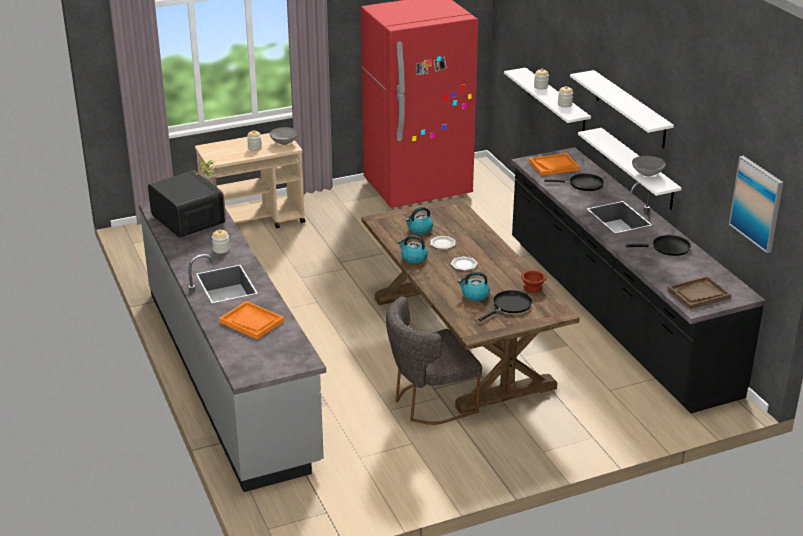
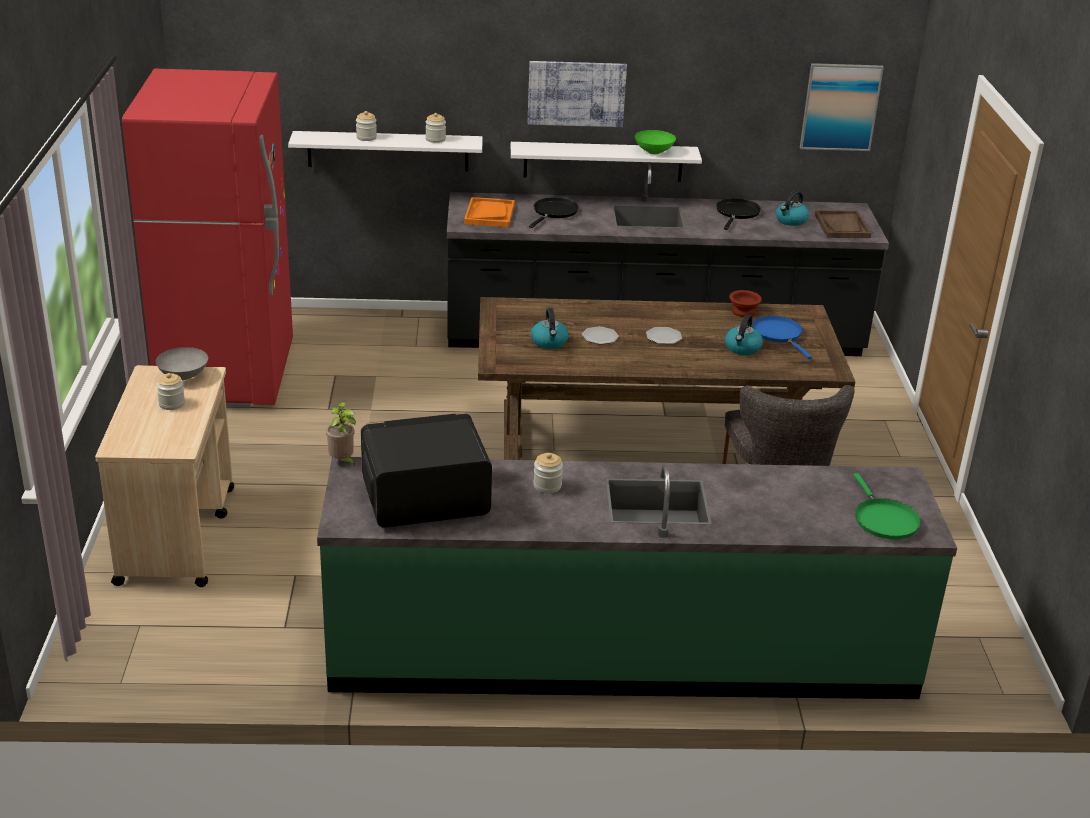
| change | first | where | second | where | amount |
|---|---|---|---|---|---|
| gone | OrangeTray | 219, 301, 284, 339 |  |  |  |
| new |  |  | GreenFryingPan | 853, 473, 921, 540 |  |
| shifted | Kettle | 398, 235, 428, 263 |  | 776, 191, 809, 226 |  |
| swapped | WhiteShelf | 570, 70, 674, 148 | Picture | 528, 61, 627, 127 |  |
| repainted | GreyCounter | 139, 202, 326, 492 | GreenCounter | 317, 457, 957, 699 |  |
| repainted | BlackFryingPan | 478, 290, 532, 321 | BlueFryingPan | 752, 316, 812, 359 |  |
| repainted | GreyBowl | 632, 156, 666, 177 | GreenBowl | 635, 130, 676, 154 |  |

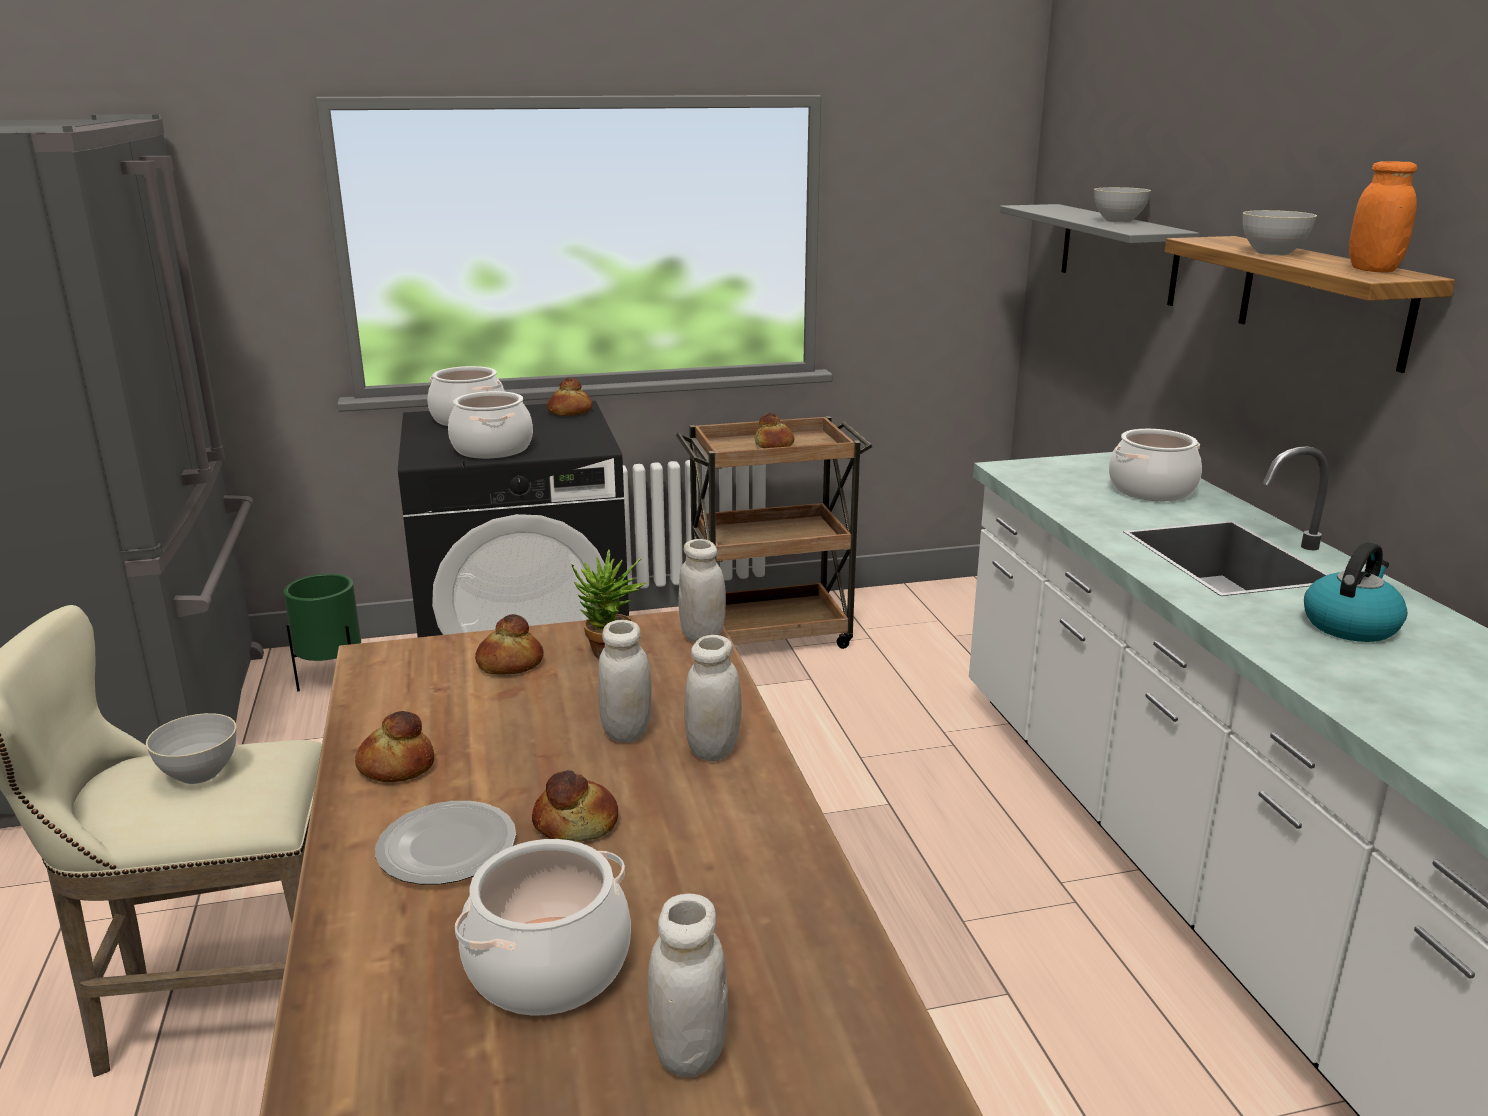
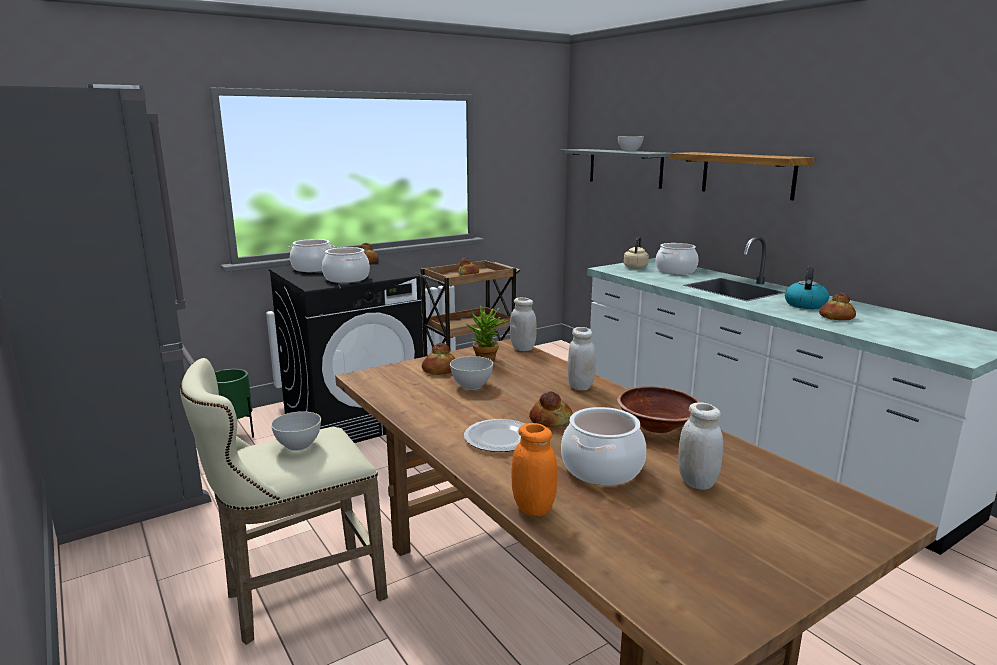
| change | first | where | second | where | amount |
|---|---|---|---|---|---|
| gone | WhiteJar | 598, 620, 652, 742 |  |  |  |
| new |  |  | BrownBowl | 617, 386, 700, 433 |  |
| new |  |  | BeigeKettle | 623, 237, 649, 269 |  |
| shifted | Bread | 355, 711, 434, 782 |  | 819, 293, 856, 320 |  |
| shifted | GreyBowl | 1243, 210, 1317, 255 |  | 450, 356, 493, 390 |  |
| shifted | OrangeJar | 1349, 161, 1417, 272 |  | 512, 423, 557, 516 |  |

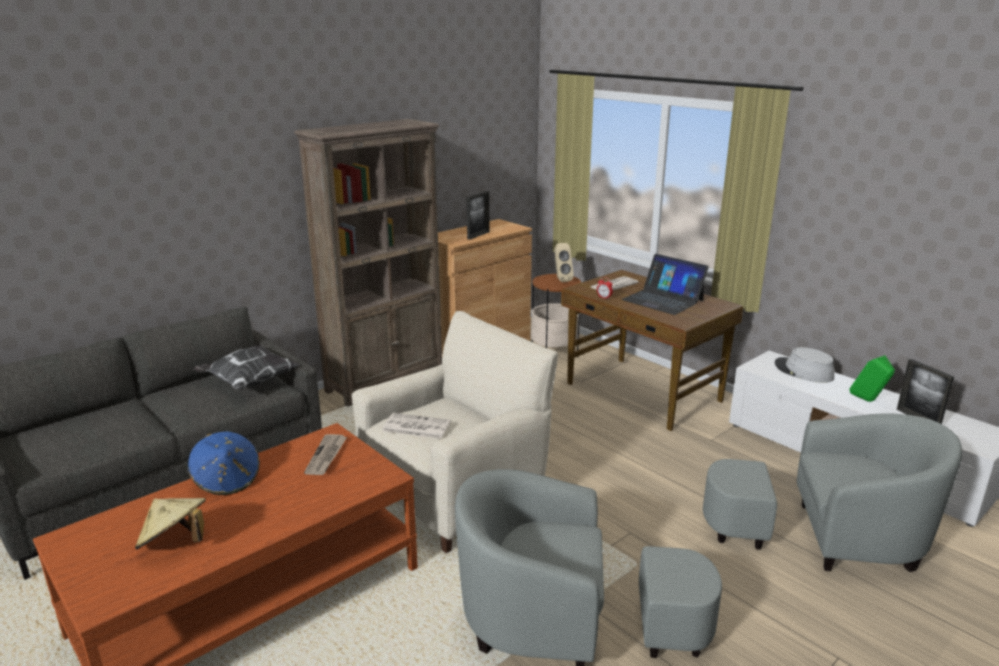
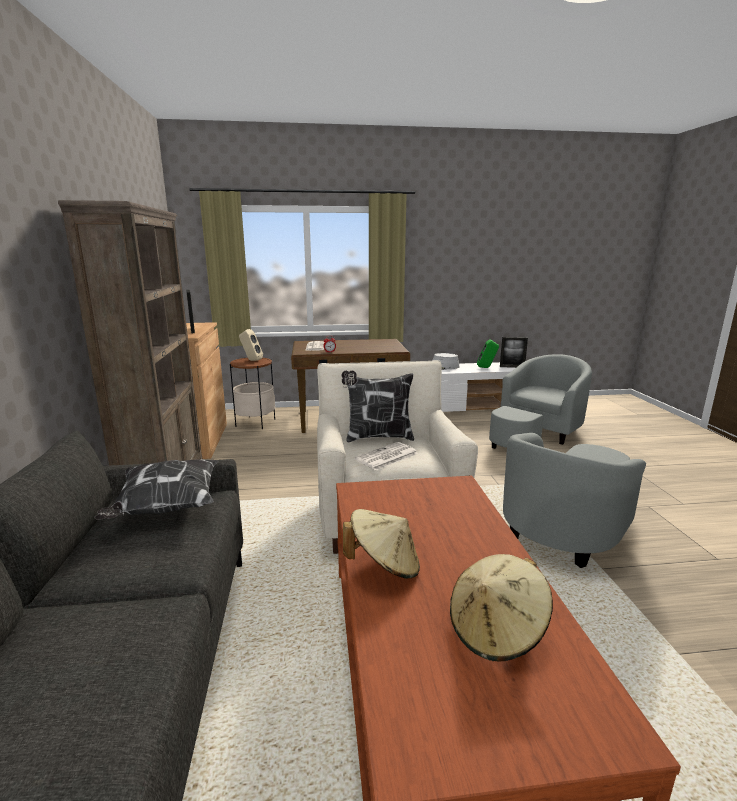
| change | first | where | second | where | amount |
|---|---|---|---|---|---|
| gone | Newspaper | 304, 434, 347, 475 |  |  |  |
| gone | Laptop | 622, 254, 709, 315 |  |  |  |
| new |  |  | Pillow | 342, 370, 414, 443 |  |
| repainted | BlueHat | 188, 431, 260, 495 | BeigeHat | 343, 509, 420, 579 |  |

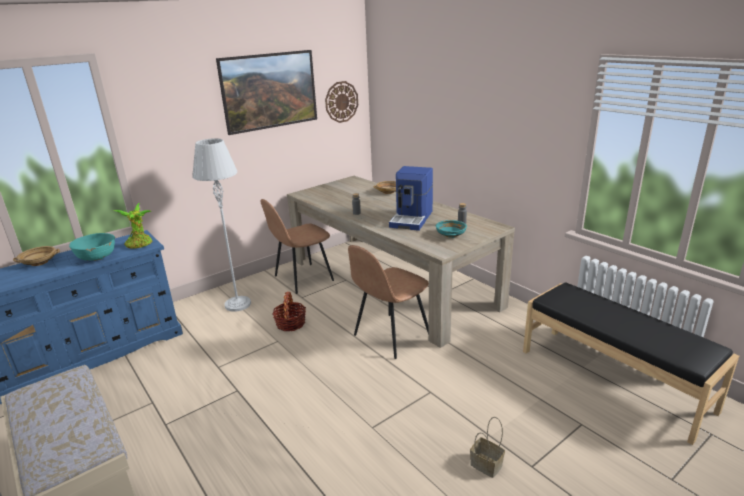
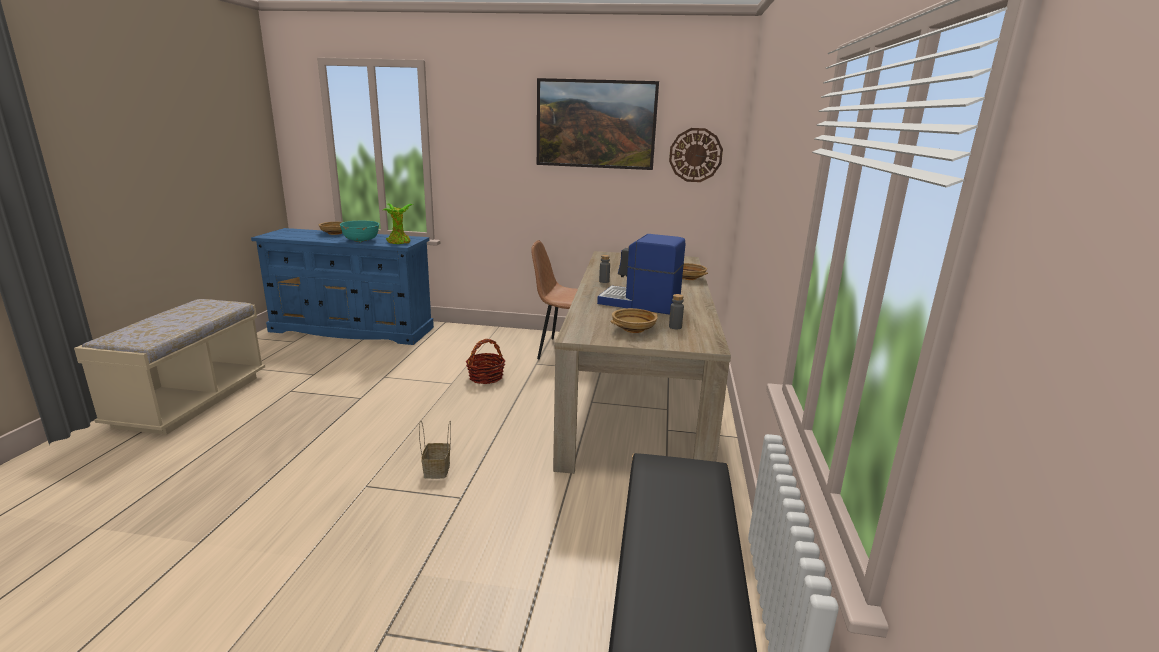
| change | first | where | second | where | amount |
|---|---|---|---|---|---|
| gone | GreyFloorLamp | 192, 138, 251, 312 |  |  |  |
| gone | BrownChair | 348, 245, 429, 359 |  |  |  |
| shifted | Basket | 470, 417, 505, 478 |  | 419, 421, 451, 479 |  |
| repainted | TurquoiseBowl | 436, 220, 467, 238 | BeigeBowl | 611, 308, 658, 333 |  |
| rotated | CoffeeMachine | 389, 166, 433, 231 |  | 597, 234, 685, 315 | 45 degrees clockwise |

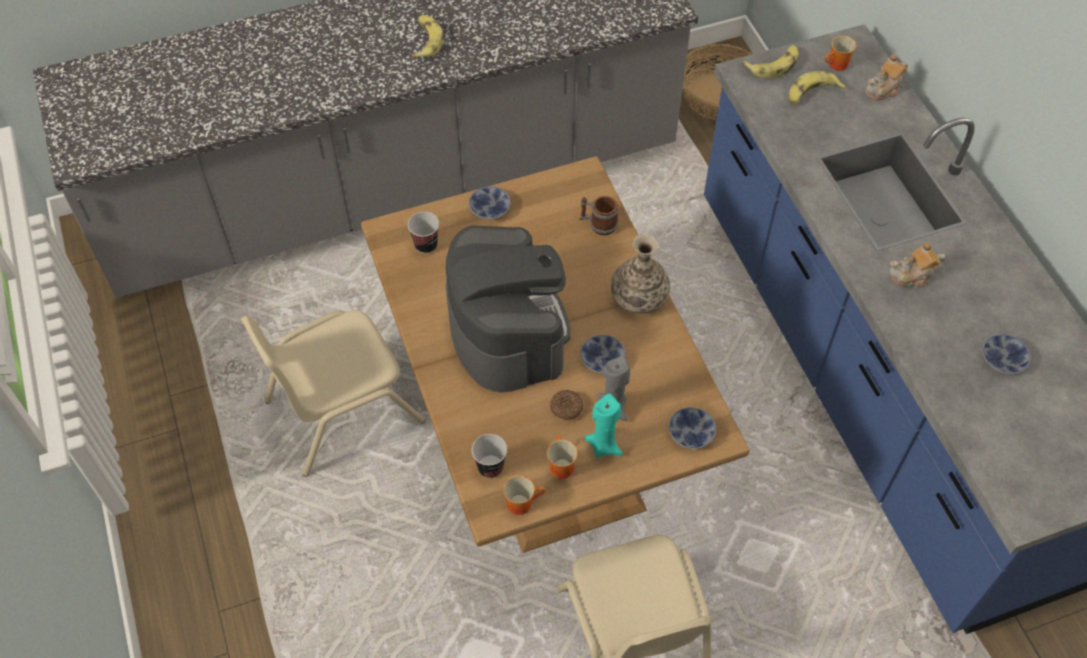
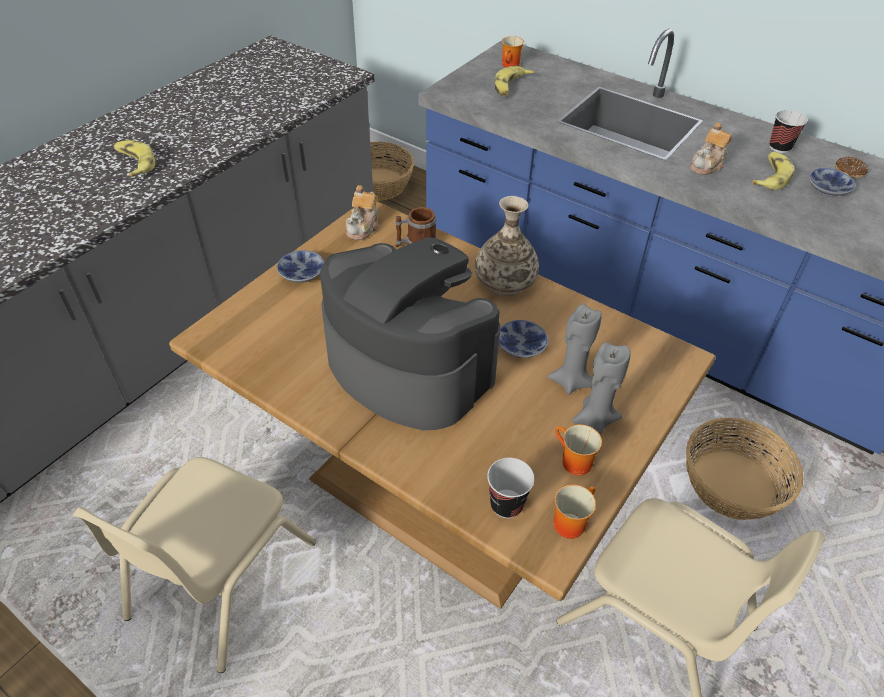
| change | first | where | second | where | amount |
|---|---|---|---|---|---|
| gone | Bowl | 669, 407, 716, 449 |  |  |  |
| new |  |  | Basket | 686, 418, 804, 520 |  |
| shifted | Cup | 408, 212, 439, 254 |  | 769, 110, 807, 153 |  |
| shifted | Donut | 550, 390, 583, 420 |  | 835, 157, 868, 178 |  |
| shifted | Banana | 743, 45, 799, 78 |  | 752, 152, 795, 190 |  |
| shifted | Teapot | 865, 54, 908, 100 |  | 345, 185, 380, 240 |  |
| repainted | TurquoiseCandle | 584, 394, 623, 458 | GreyCandle | 572, 342, 630, 434 |  |

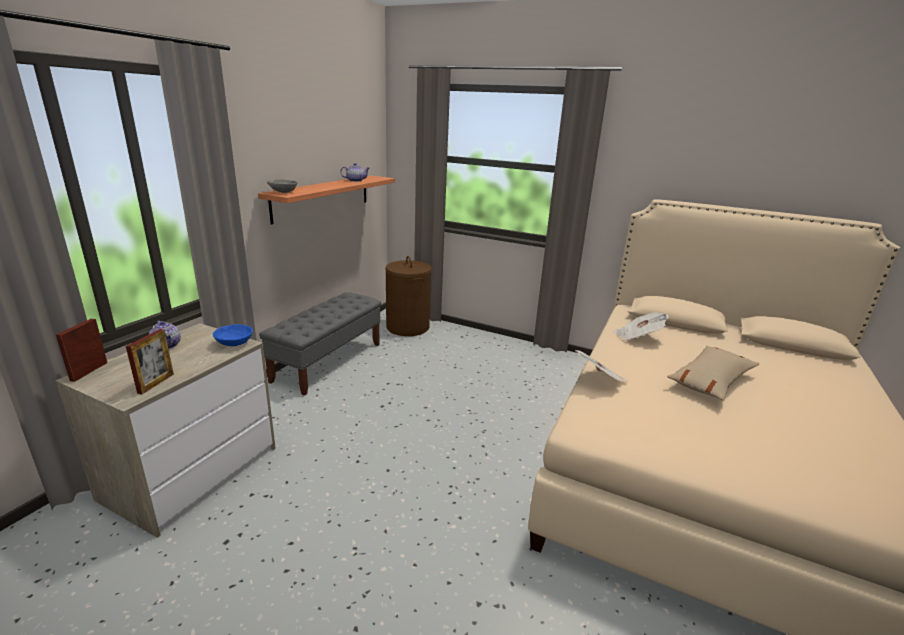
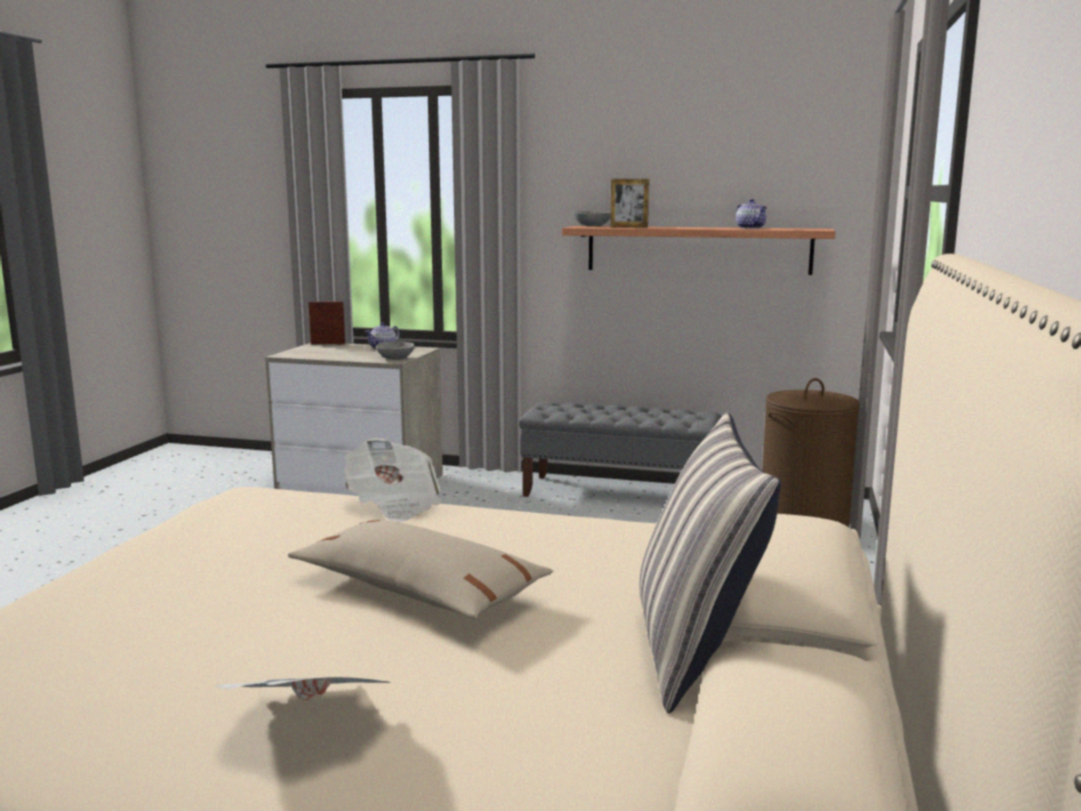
| change | first | where | second | where | amount |
|---|---|---|---|---|---|
| new |  |  | Pillow | 639, 412, 782, 713 |  |
| shifted | PictureFrame | 126, 329, 174, 394 |  | 610, 179, 649, 228 |  |
| shifted | Newspaper | 614, 312, 669, 341 |  | 215, 677, 391, 700 |  |
| repainted | BlueBowl | 213, 324, 253, 346 | GreyBowl | 376, 341, 415, 360 |  |

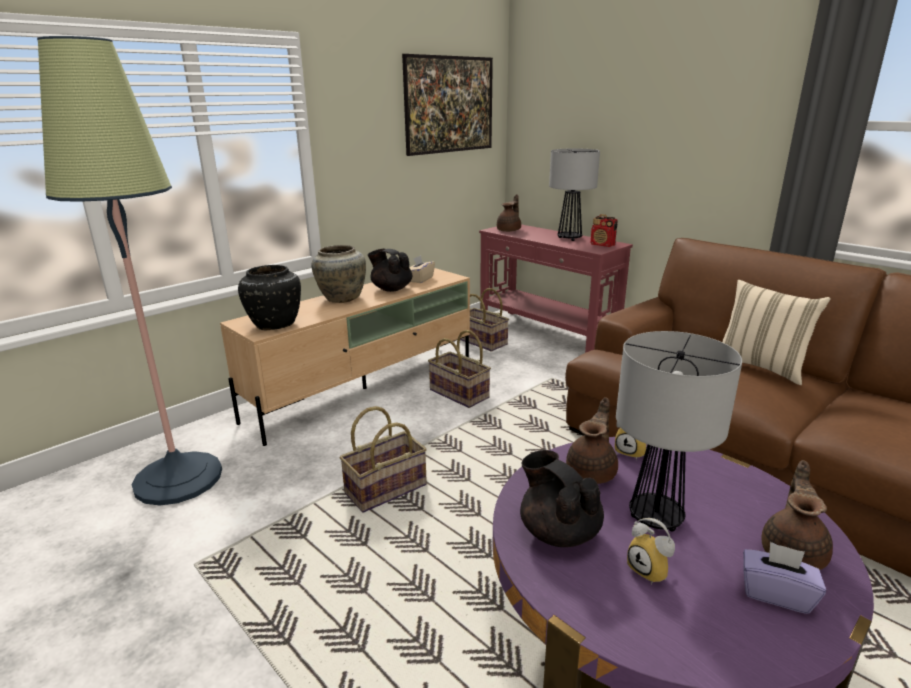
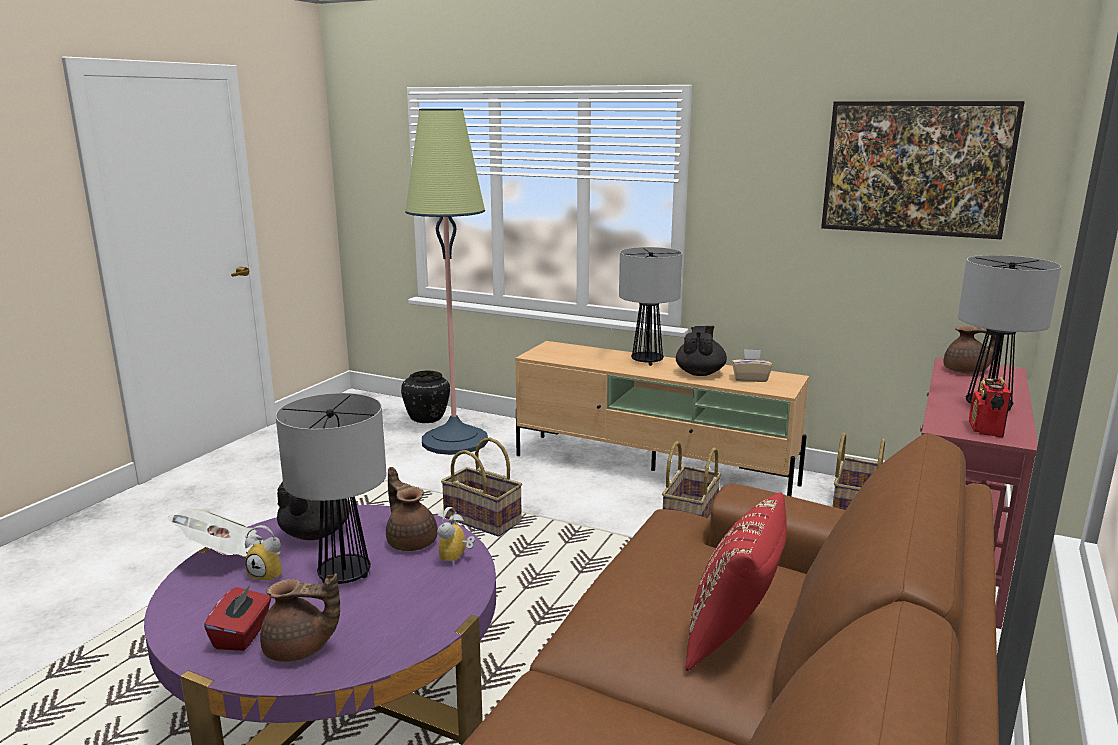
| change | first | where | second | where | amount |
|---|---|---|---|---|---|
| new |  |  | Newspaper | 168, 509, 263, 557 |  |
| shifted | BlackVase | 238, 265, 301, 330 |  | 401, 371, 450, 423 |  |
| swapped | BeigeVase | 311, 245, 366, 303 | TableLamp | 619, 247, 682, 366 |  |
| repainted | BeigePillow | 722, 280, 831, 385 | RedPillow | 686, 492, 787, 671 |  |
| repainted | PurpleTissueBox | 743, 542, 826, 614 | RedTissueBox | 204, 585, 271, 651 |  |
| rotated | BrownTeapot | 566, 397, 618, 484 |  | 386, 467, 438, 551 | 135 degrees counterclockwise |
| rotated | AlarmClock | 627, 518, 675, 585 |  | 245, 525, 282, 584 | 105 degrees counterclockwise |

